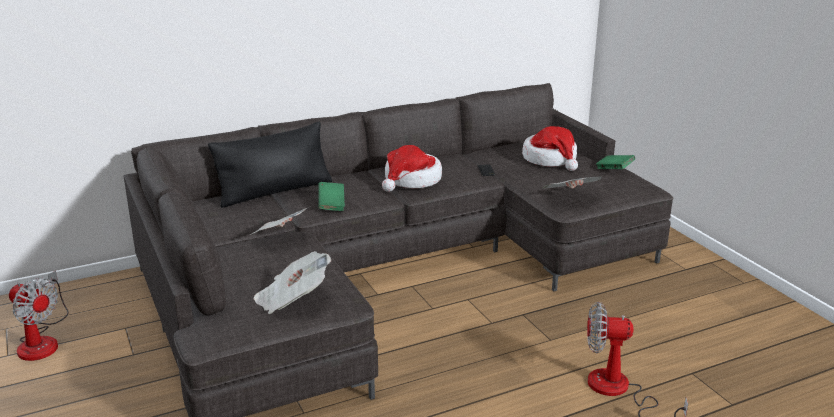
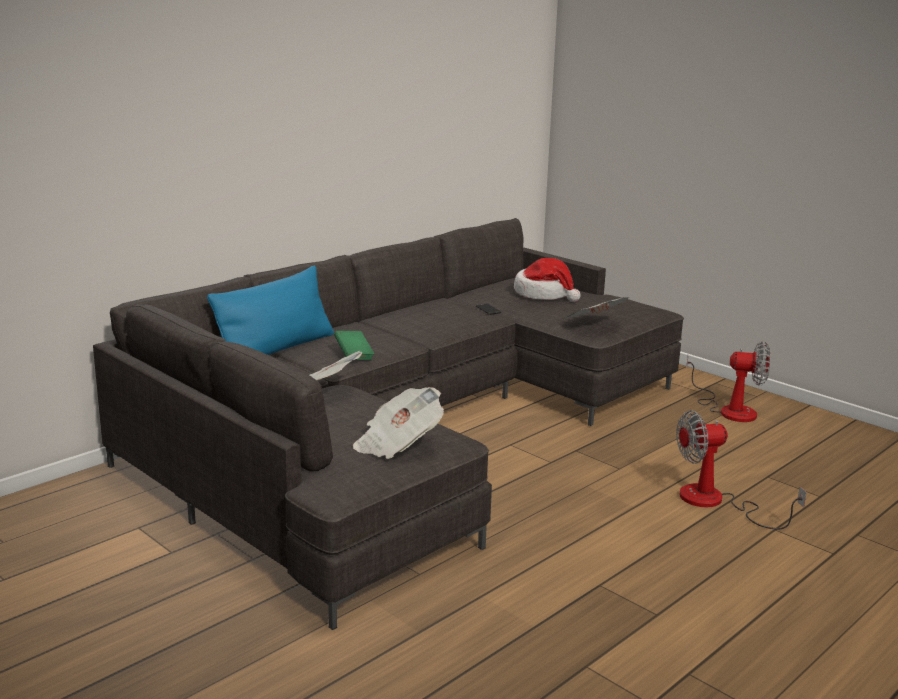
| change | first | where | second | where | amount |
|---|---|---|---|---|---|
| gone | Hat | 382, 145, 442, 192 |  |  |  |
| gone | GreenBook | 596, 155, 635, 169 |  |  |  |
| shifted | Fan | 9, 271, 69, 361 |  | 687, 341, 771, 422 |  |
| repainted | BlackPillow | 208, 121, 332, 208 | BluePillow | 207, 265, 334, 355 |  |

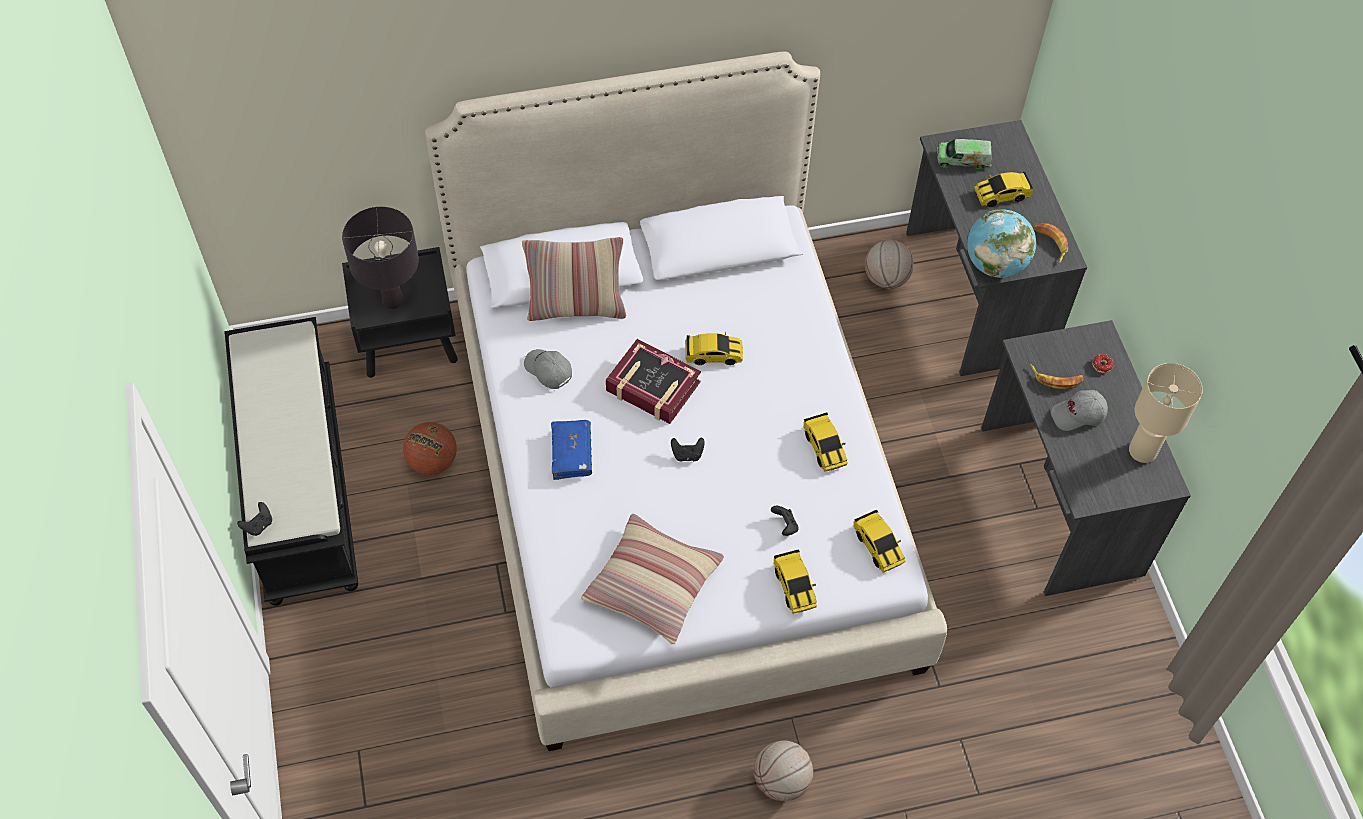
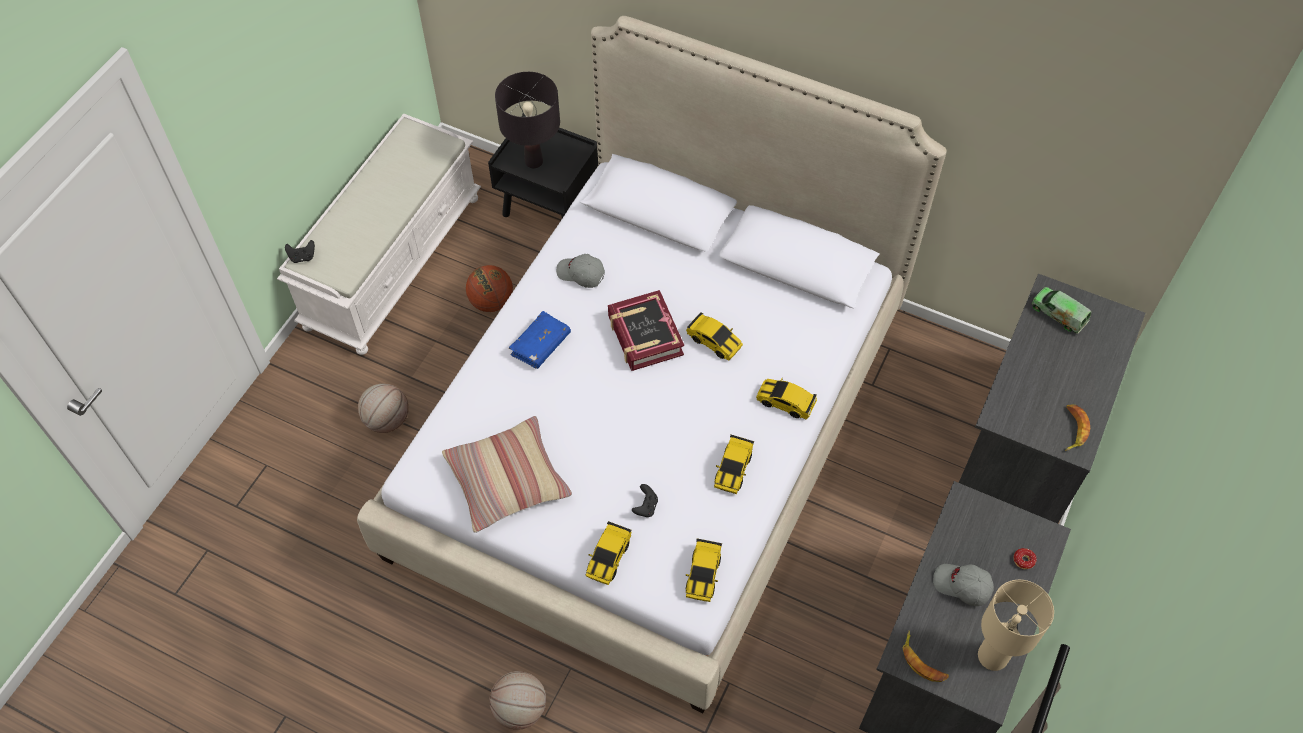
| change | first | where | second | where | amount |
|---|---|---|---|---|---|
| gone | Pillow | 522, 237, 626, 321 |  |  |  |
| gone | BlackGameController | 671, 437, 705, 462 |  |  |  |
| gone | Globe | 967, 209, 1036, 278 |  |  |  |
| shifted | Basketball | 865, 240, 914, 289 |  | 358, 384, 409, 433 |  |
| shifted | ToyCar | 974, 171, 1033, 207 |  | 756, 378, 817, 420 |  |
| shifted | Banana | 1030, 364, 1083, 389 |  | 903, 631, 949, 682 |  |
| repainted | BlackBench | 224, 317, 358, 606 | WhiteBench | 277, 113, 481, 355 |  |
| rotated | GreyCap | 524, 349, 572, 389 |  | 556, 254, 605, 288 | 60 degrees counterclockwise |

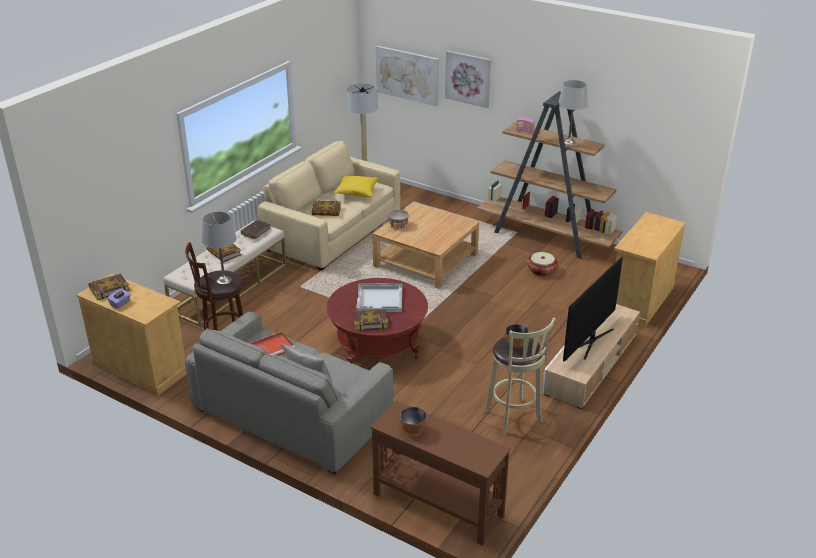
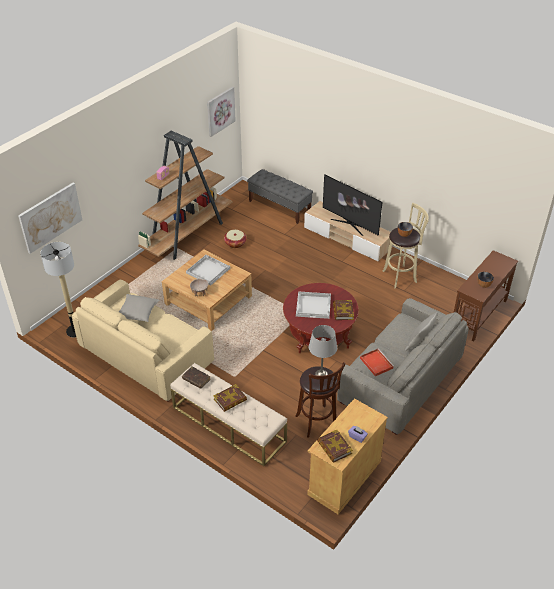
| change | first | where | second | where | amount |
|---|---|---|---|---|---|
| gone | Book | 312, 200, 341, 216 |  |  |  |
| gone | GreyTableLamp | 559, 80, 588, 145 |  |  |  |
| new |  |  | WhiteTray | 186, 255, 230, 286 |  |
| shifted | Picture | 445, 50, 491, 108 |  | 207, 87, 236, 137 |  |
| swapped | BeigeCabinet | 614, 212, 686, 327 | GreyBench | 247, 169, 313, 224 |  |
| repainted | YellowPillow | 334, 176, 378, 197 | GreyPillow | 119, 294, 159, 322 |  |

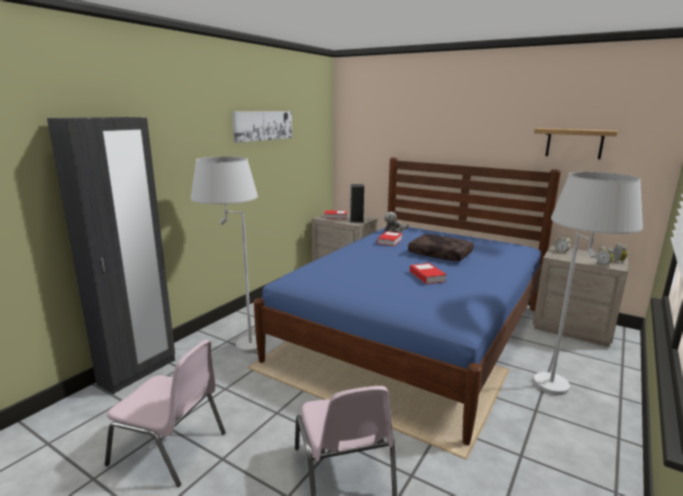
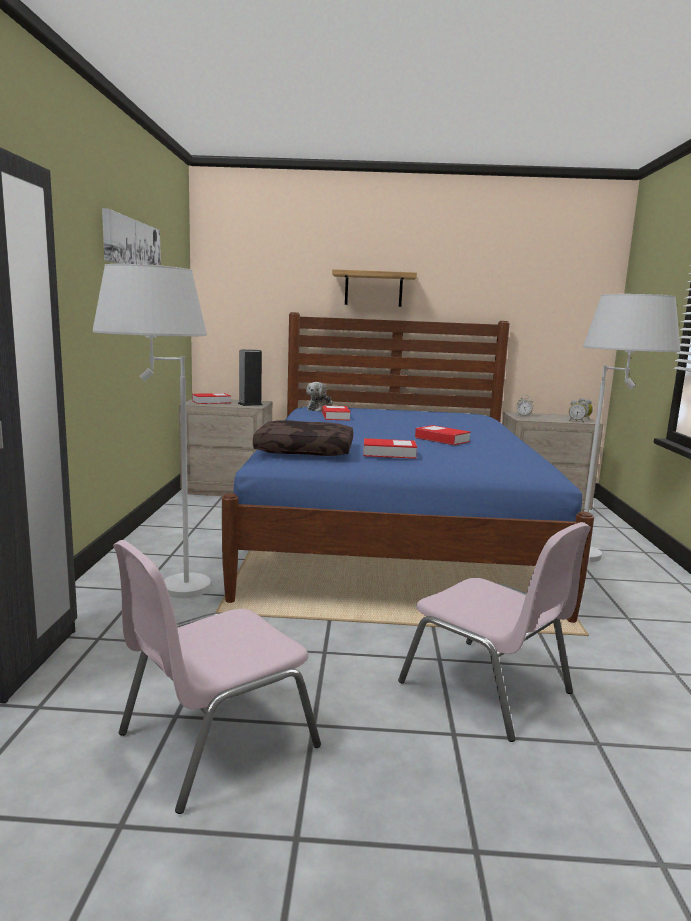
| change | first | where | second | where | amount |
|---|---|---|---|---|---|
| new |  |  | Book | 364, 438, 417, 459 |  |
| shifted | BrownPillow | 408, 234, 474, 261 |  | 253, 420, 353, 456 |  |
| shifted | Shelf | 534, 128, 618, 159 |  | 332, 269, 417, 307 |  |
| rotated | PinkChair | 105, 340, 226, 487 |  | 113, 540, 321, 814 | 150 degrees clockwise |

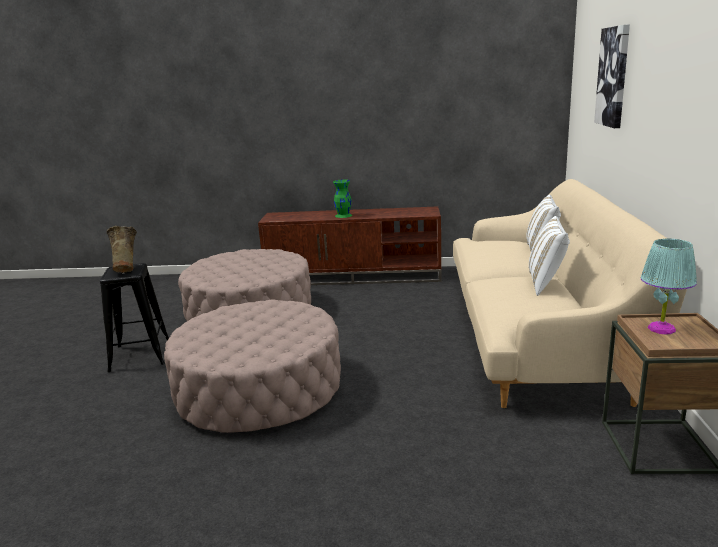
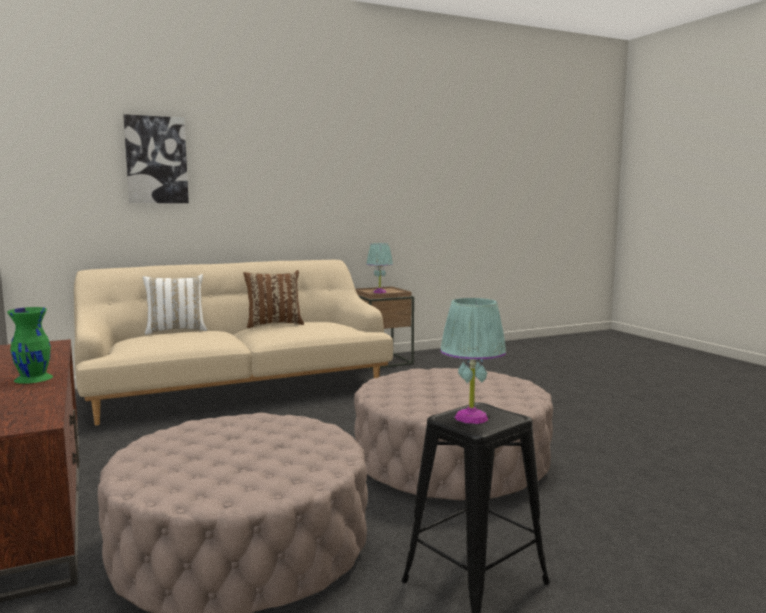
| change | first | where | second | where | amount |
|---|---|---|---|---|---|
| swapped | BeigeVase | 107, 226, 137, 273 | TurquoiseTableLamp | 440, 298, 506, 424 |  |
| repainted | WhitePillow | 529, 216, 570, 296 | BrownPillow | 243, 270, 304, 328 |  |

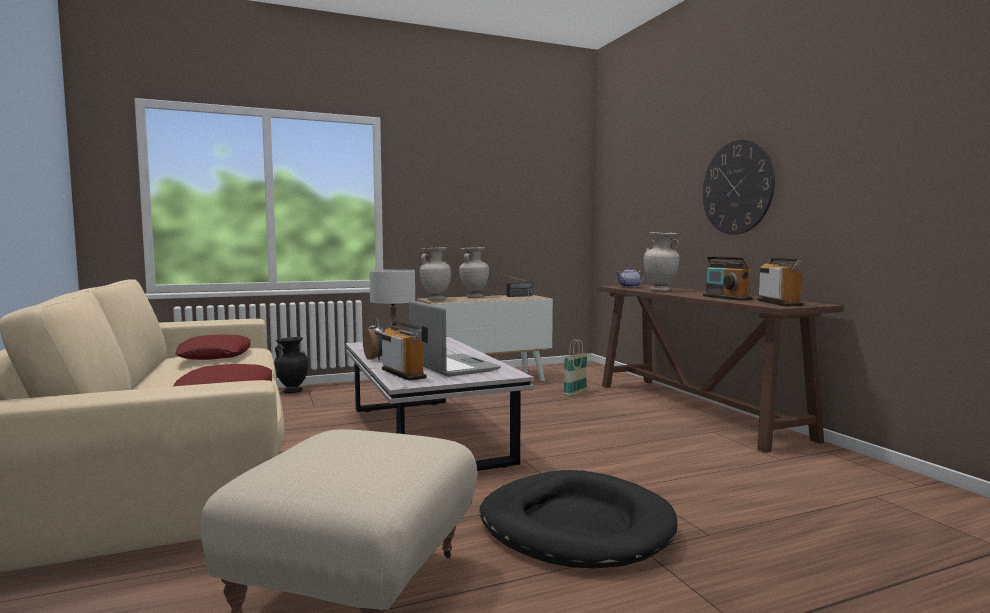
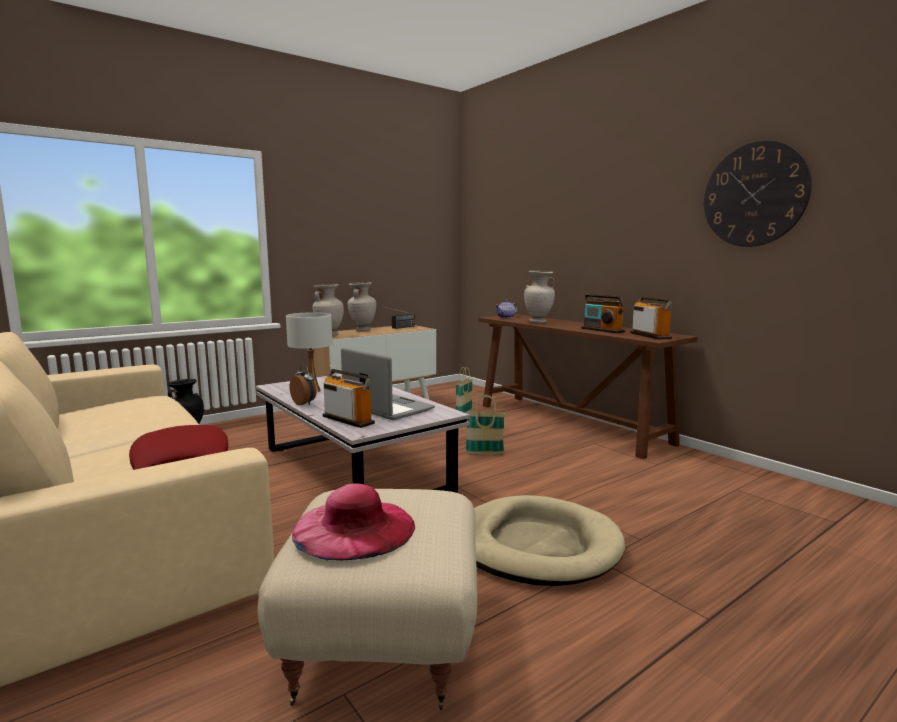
| change | first | where | second | where | amount |
|---|---|---|---|---|---|
| gone | RedPillow | 176, 335, 250, 360 |  |  |  |
| new |  |  | PinkHat | 292, 483, 415, 560 |  |
| new |  |  | Basket | 465, 395, 505, 455 |  |
| shifted | WallClock | 703, 139, 775, 235 |  | 704, 140, 812, 247 |  |
| repainted | BlackDogBed | 479, 470, 677, 569 | BeigeDogBed | 474, 495, 626, 586 |  |

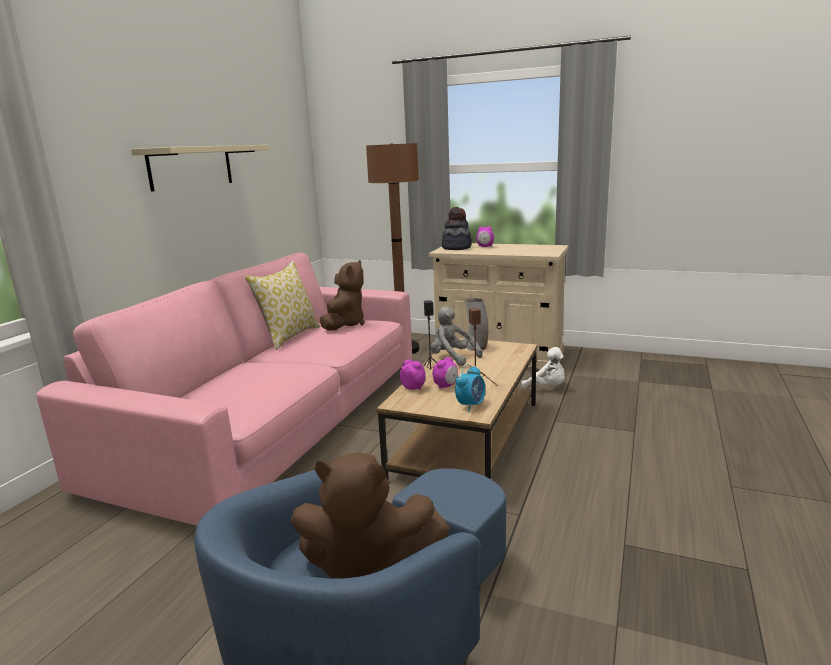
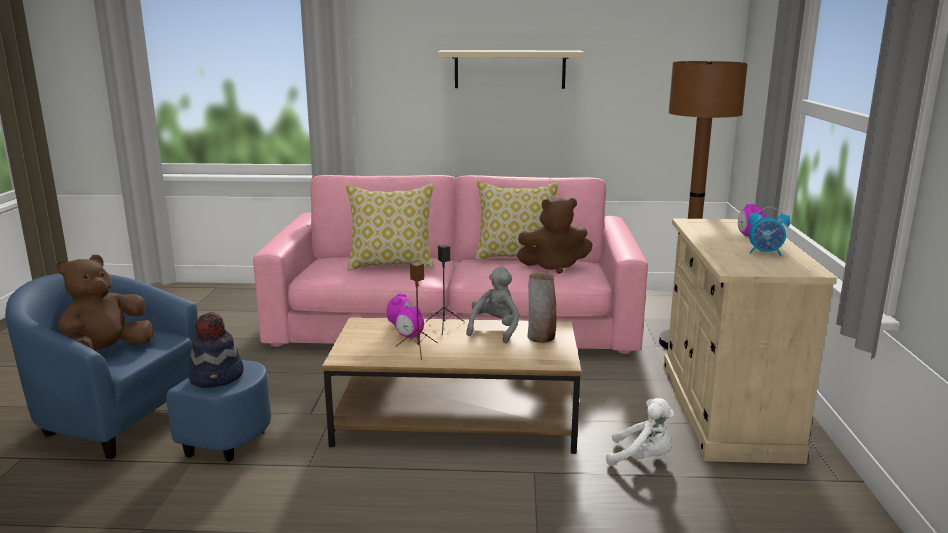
| change | first | where | second | where | amount |
|---|---|---|---|---|---|
| new |  |  | Pillow | 346, 184, 435, 271 |  |
| shifted | Hat | 442, 207, 472, 250 |  | 189, 312, 244, 388 |  |
| shifted | AlarmClock | 455, 364, 485, 411 |  | 748, 207, 790, 256 |  |
| rotated | BrownPlushToy | 291, 453, 450, 578 |  | 56, 255, 153, 350 | 45 degrees clockwise |
| rotated | WhitePlushToy | 521, 347, 565, 389 |  | 606, 398, 675, 466 | 90 degrees counterclockwise |

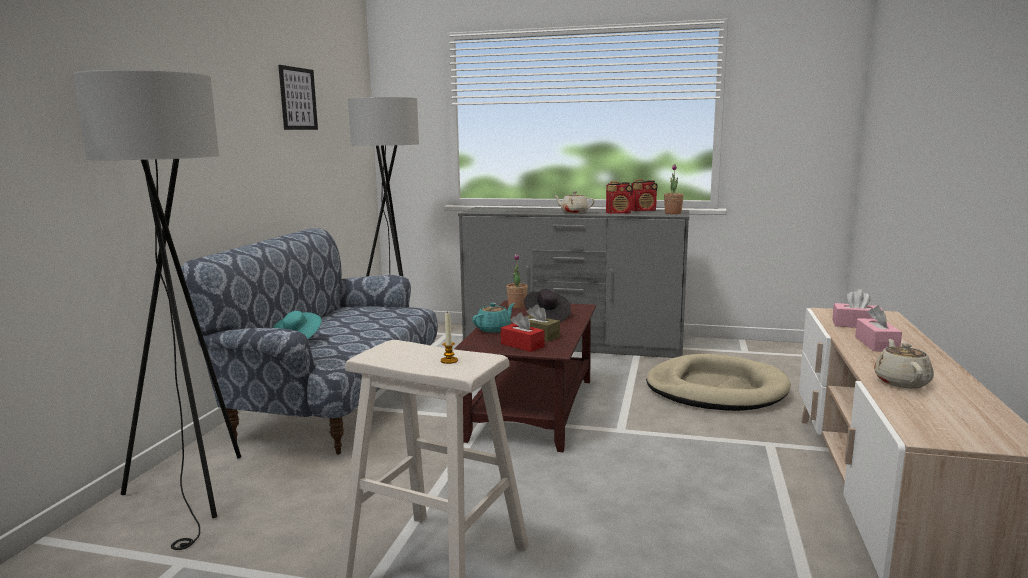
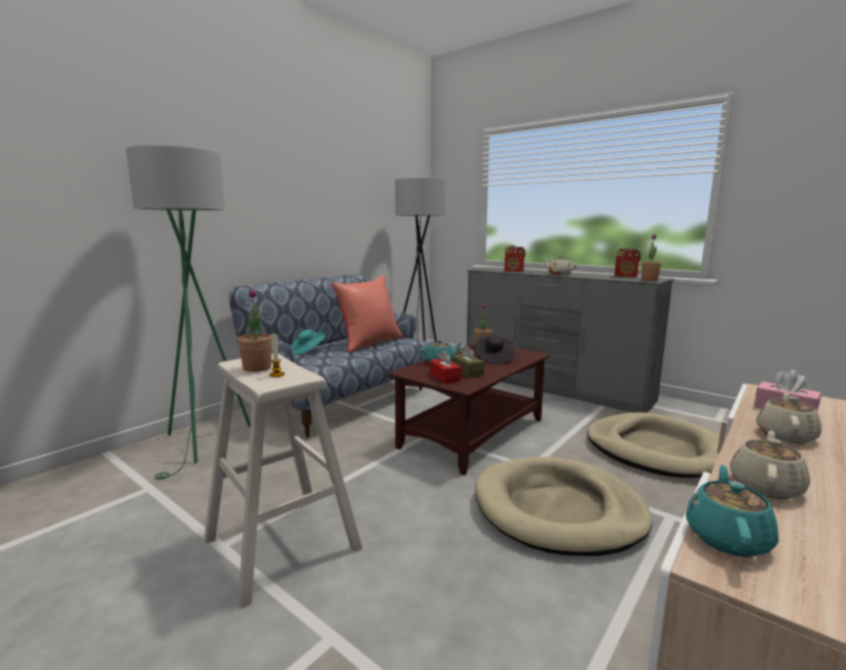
| change | first | where | second | where | amount |
|---|---|---|---|---|---|
| gone | Picture | 278, 65, 318, 130 |  |  |  |
| new |  |  | PottedPlant | 238, 288, 272, 372 |  |
| new |  |  | RedPillow | 331, 275, 403, 353 |  |
| new |  |  | BeigeDogBed | 475, 457, 653, 556 |  |
| new |  |  | TurquoiseTeapot | 686, 465, 779, 557 |  |
| shifted | Radio | 606, 181, 633, 214 |  | 504, 246, 525, 272 |  |
| swapped | PinkTissueBox | 855, 306, 902, 351 | BeigeTeapot | 756, 392, 822, 443 |  |
| repainted | BlackFloorLamp | 73, 70, 241, 550 | GreenFloorLamp | 126, 145, 251, 480 |  |

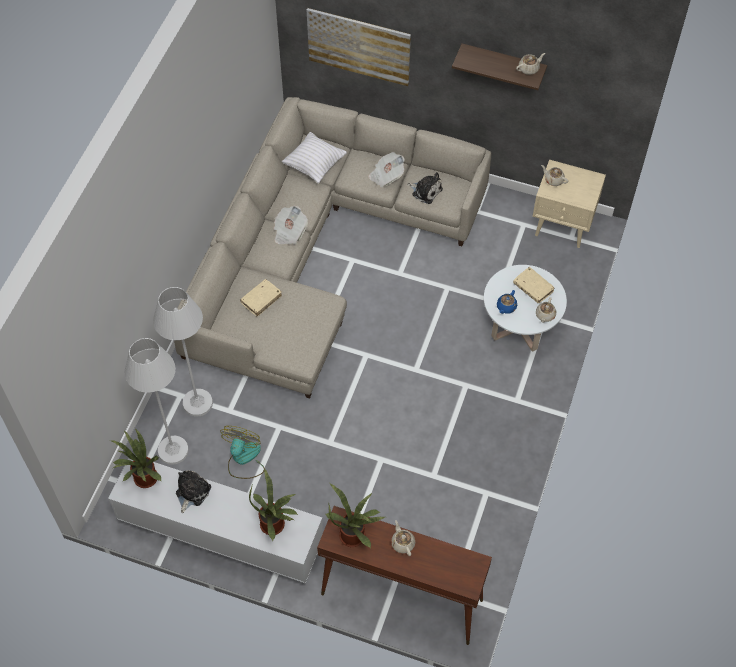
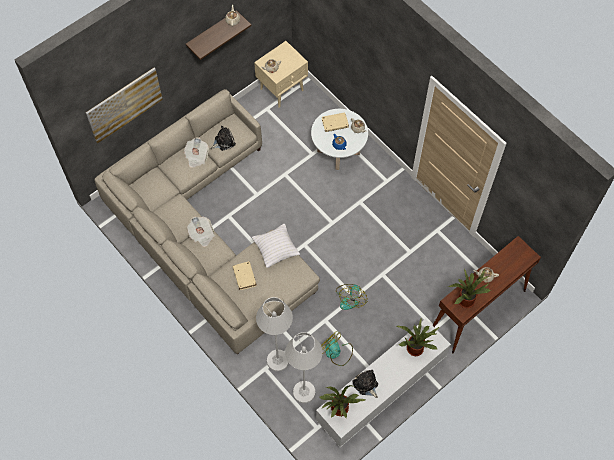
| change | first | where | second | where | amount |
|---|---|---|---|---|---|
| new |  |  | Fan | 336, 284, 368, 310 |  |
| shifted | WhitePillow | 282, 132, 347, 184 |  | 252, 224, 300, 268 |  |

